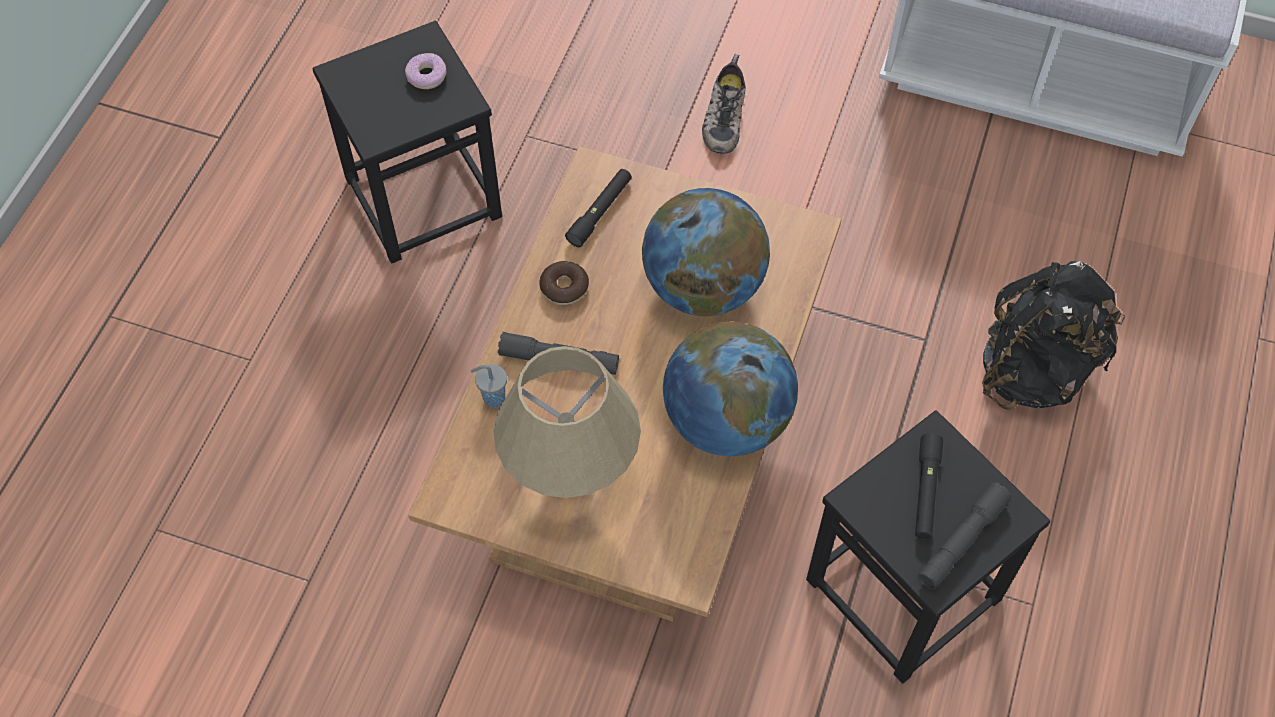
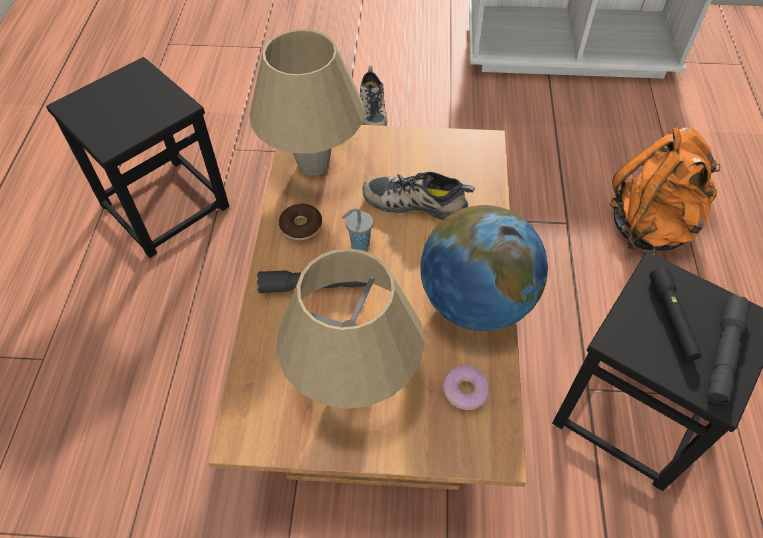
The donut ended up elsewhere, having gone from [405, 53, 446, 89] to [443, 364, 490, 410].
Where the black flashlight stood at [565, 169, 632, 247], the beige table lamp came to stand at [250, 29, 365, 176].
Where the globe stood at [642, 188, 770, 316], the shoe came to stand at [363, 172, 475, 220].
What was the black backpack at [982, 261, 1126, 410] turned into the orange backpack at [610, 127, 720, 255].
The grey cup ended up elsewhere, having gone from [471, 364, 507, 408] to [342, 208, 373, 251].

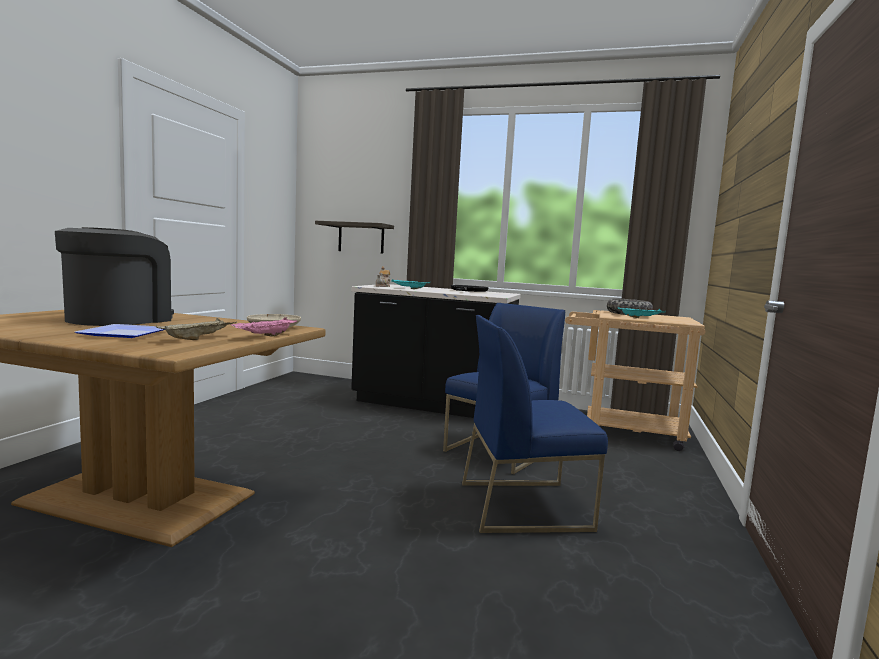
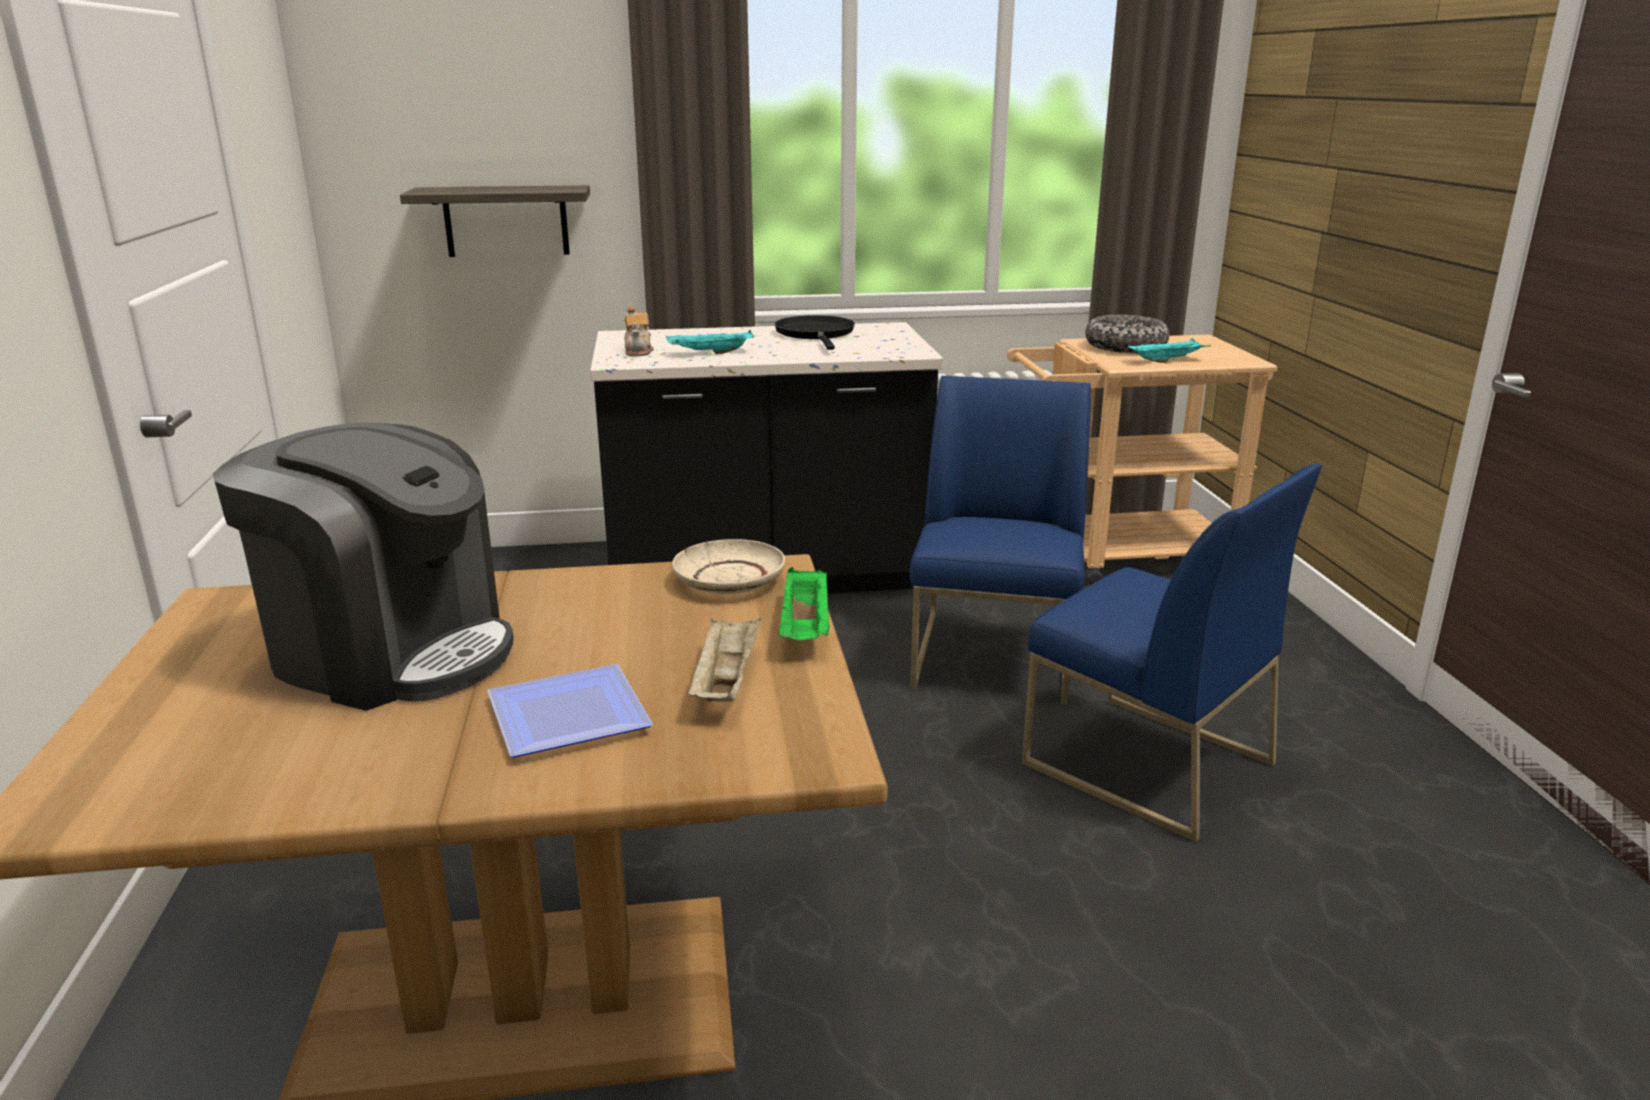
The coffee machine at [55, 227, 174, 326] ended up facing another way, 120 degrees clockwise from before.
The blue chair at [462, 315, 608, 533] ended up facing another way, 105 degrees counterclockwise from before.
What was the pink tray at [231, 317, 297, 337] turned into the green tray at [779, 567, 830, 640].

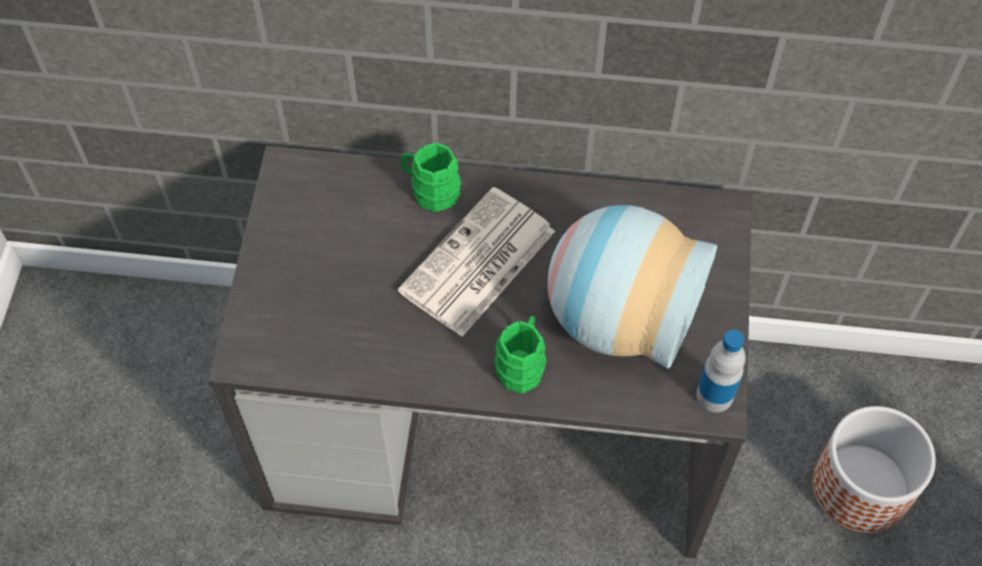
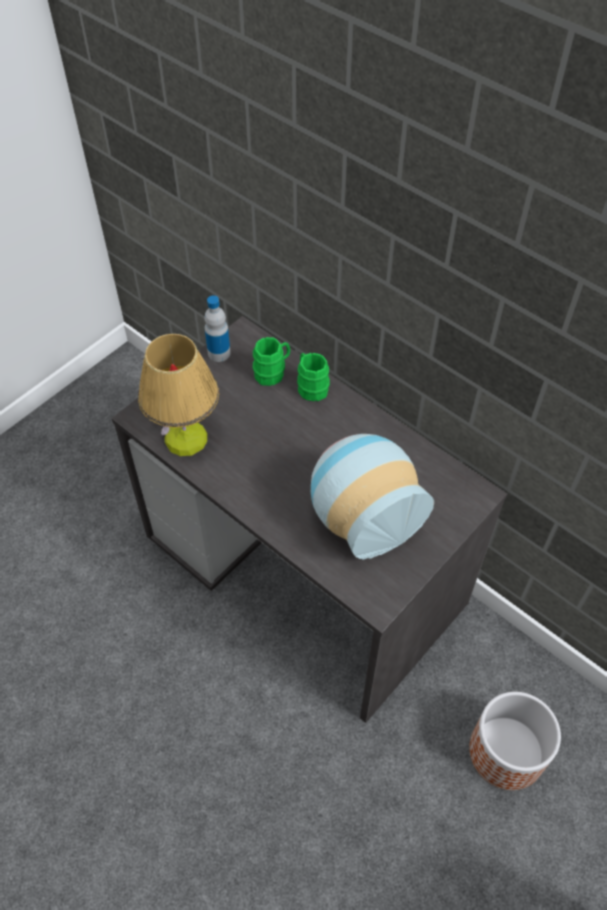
The second view lost the newspaper at [398, 187, 555, 337].
The green mug ended up elsewhere, having gone from [495, 316, 546, 394] to [253, 337, 290, 386].
The bottle ended up elsewhere, having gone from [696, 330, 746, 412] to [204, 295, 231, 362].
The second view gained the table lamp at [138, 334, 219, 456].

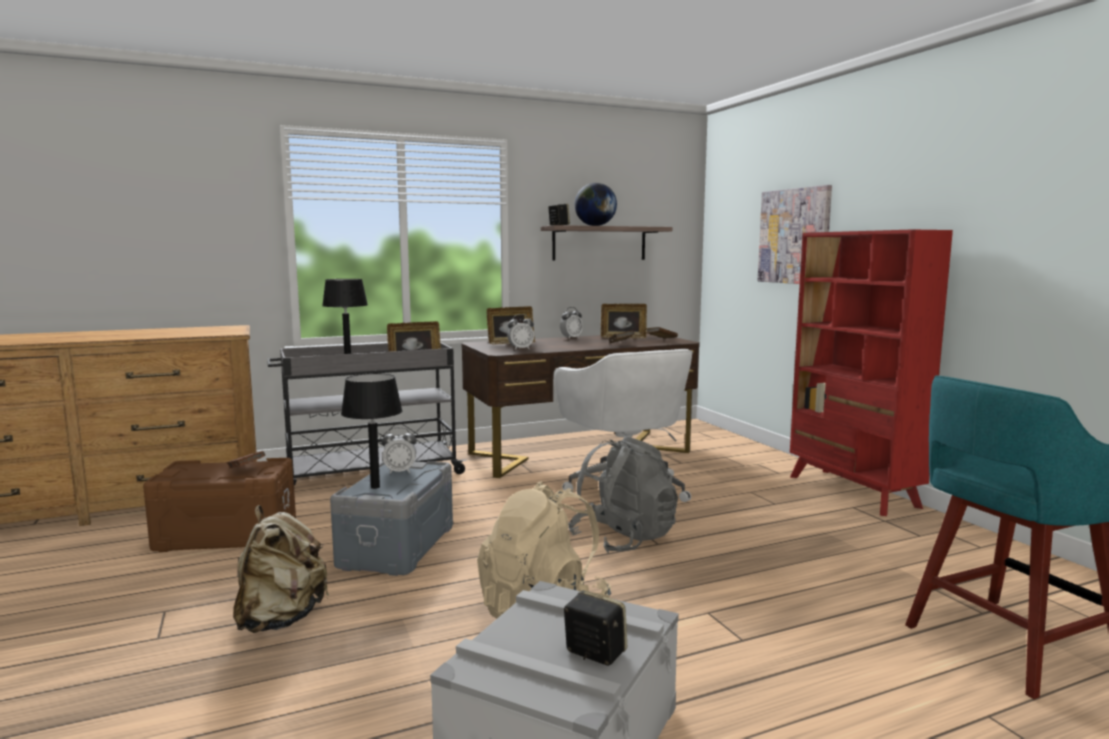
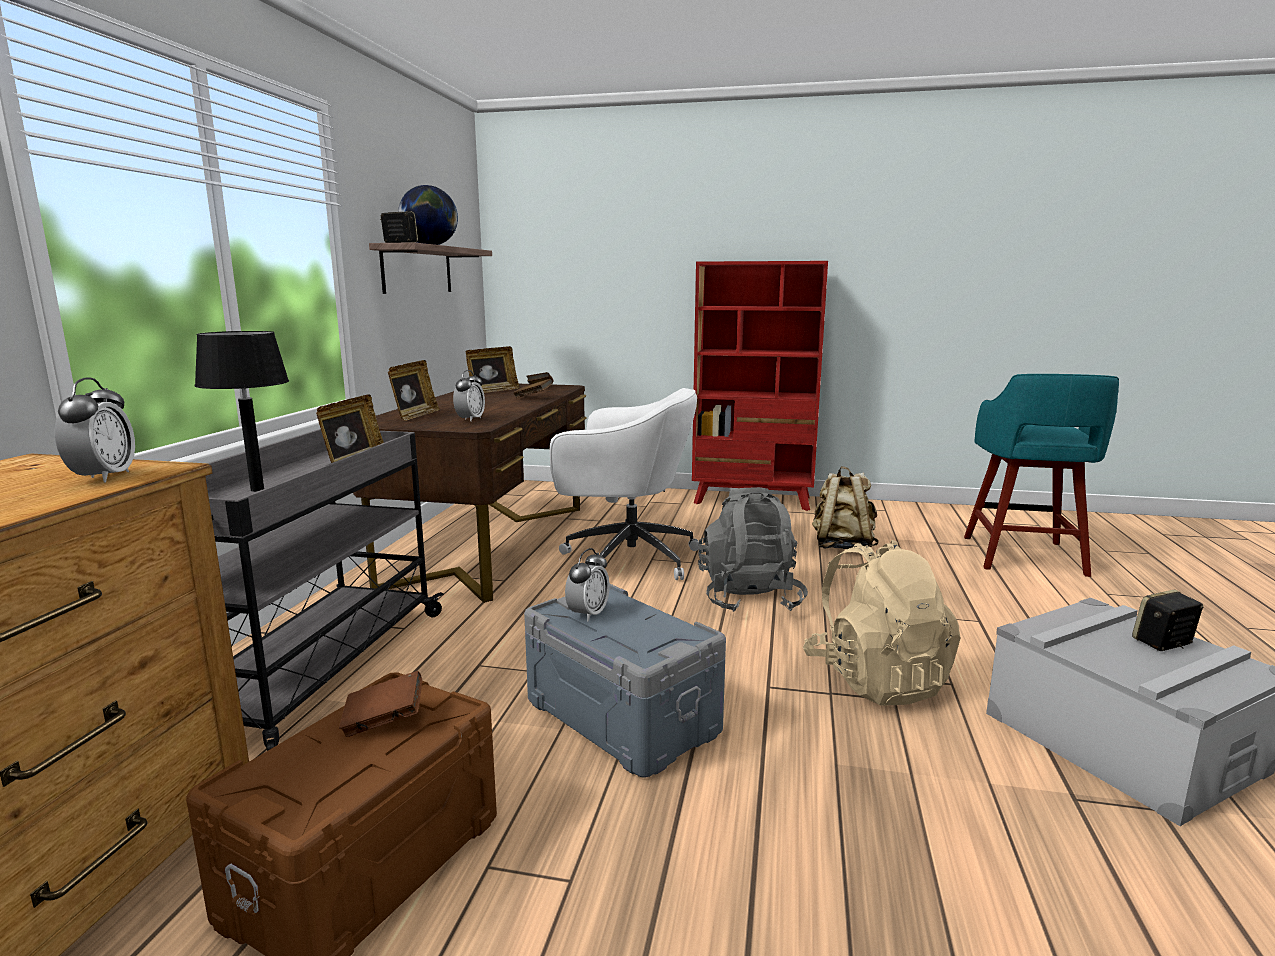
The second view lost the picture at [758, 185, 832, 284].
The alarm clock ended up elsewhere, having gone from [560, 307, 583, 339] to [55, 377, 135, 483].
The second view lost the black table lamp at [341, 373, 402, 489].
The beige backpack ended up elsewhere, having gone from [233, 505, 329, 633] to [812, 466, 879, 549].

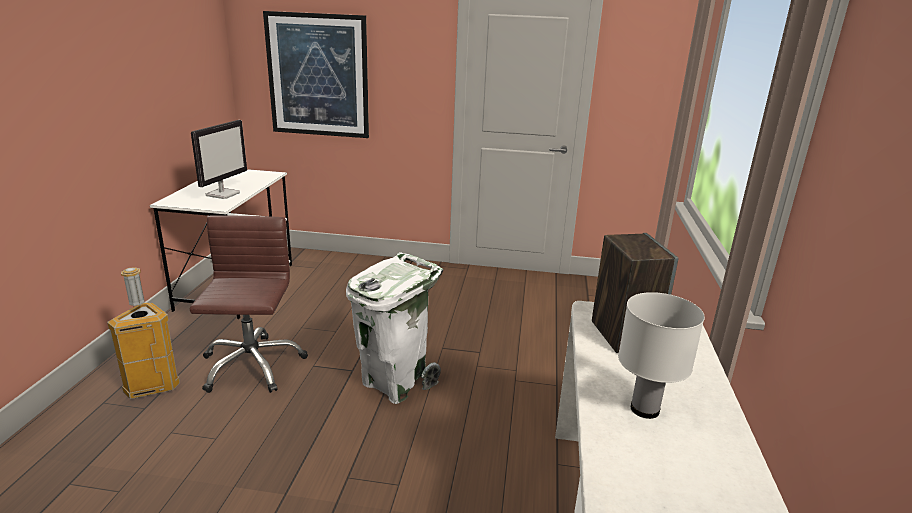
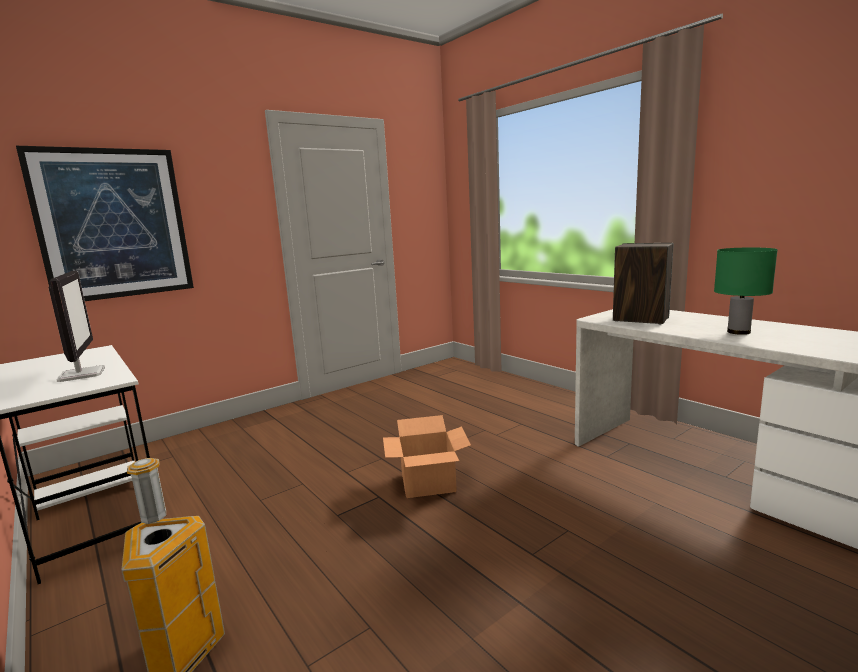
The second view lost the brown office chair at [190, 215, 308, 393].
Where the white trash can stood at [346, 253, 443, 404], the cardboard box came to stand at [383, 415, 471, 498].
What was the white table lamp at [618, 292, 705, 419] turned into the green table lamp at [714, 248, 778, 335].

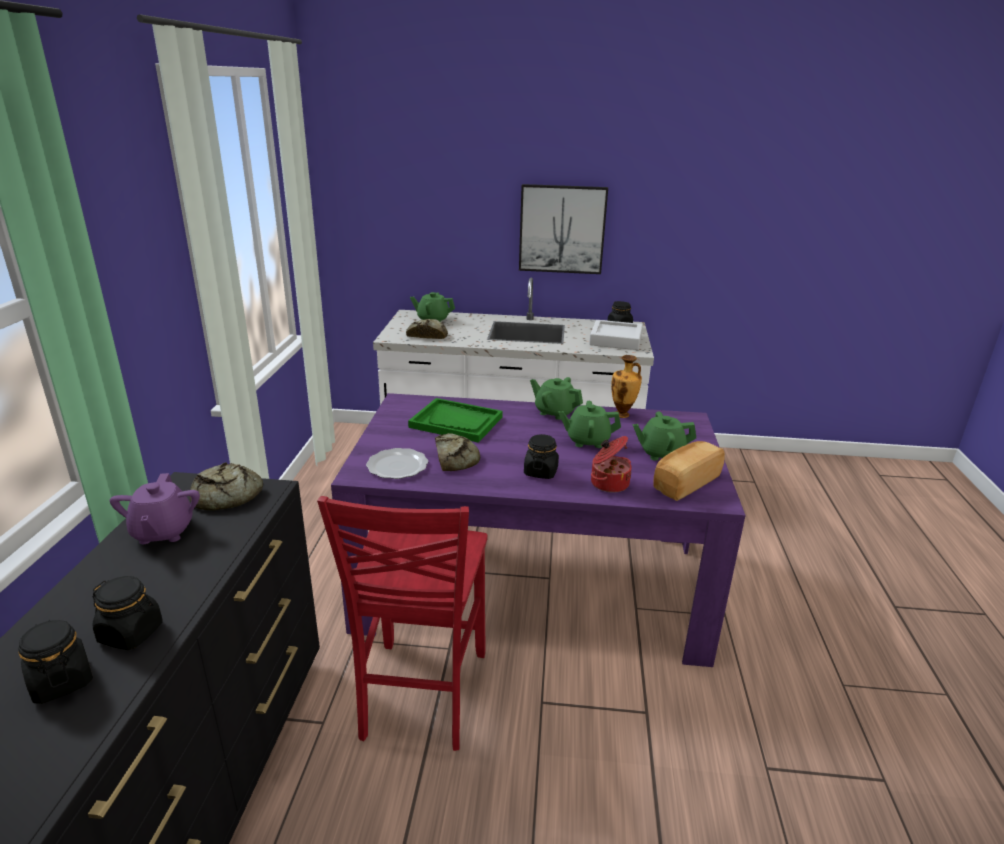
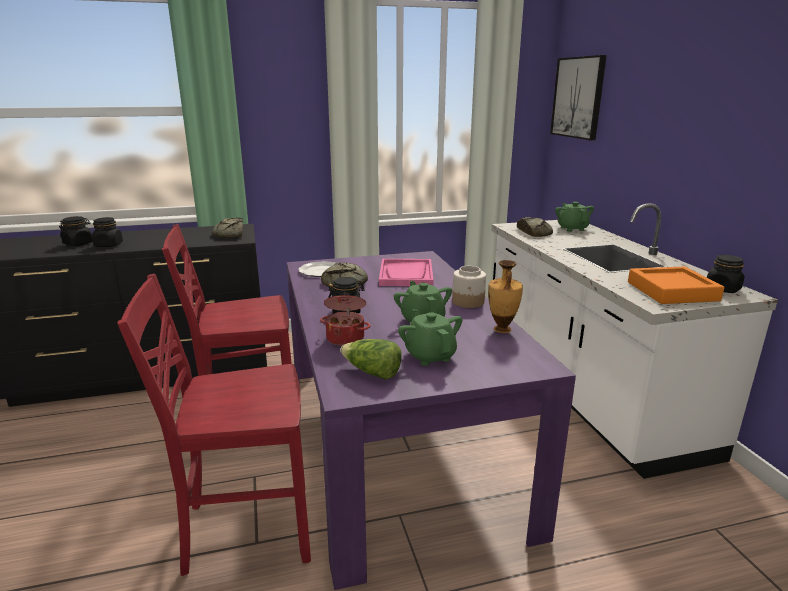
The picture ended up elsewhere, having gone from [519, 184, 608, 274] to [550, 55, 607, 140].
What was the grey tray at [589, 320, 643, 350] turned into the orange tray at [628, 266, 724, 304].
Where the green teapot stood at [530, 377, 583, 420], the jar came to stand at [452, 266, 486, 308].
What was the green tray at [408, 398, 503, 443] turned into the pink tray at [379, 259, 433, 286].
Where the bread stood at [653, 441, 725, 501], the lettuce came to stand at [340, 339, 402, 380].
The second view lost the purple teapot at [110, 473, 200, 544].
The second view gained the red chair at [118, 274, 311, 576].

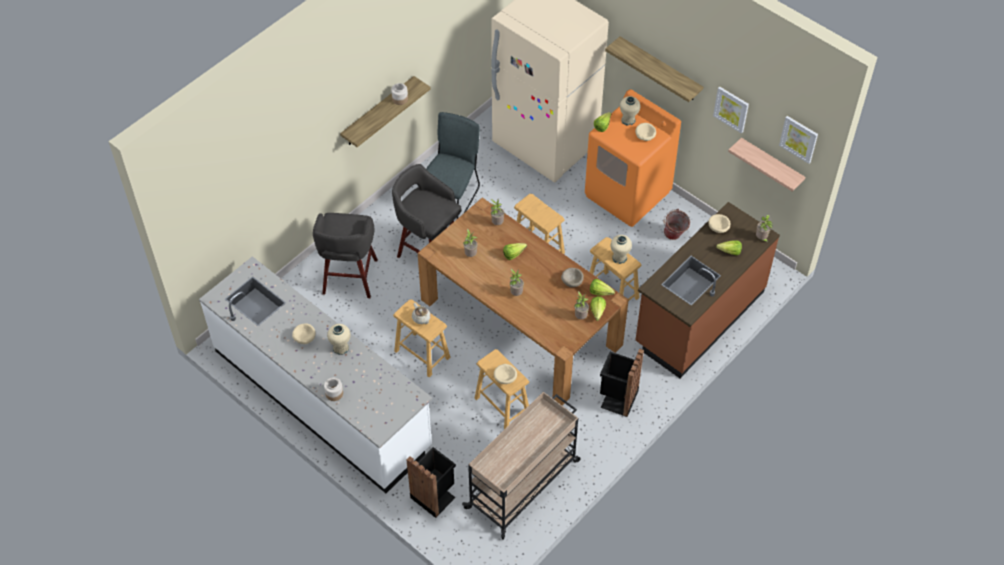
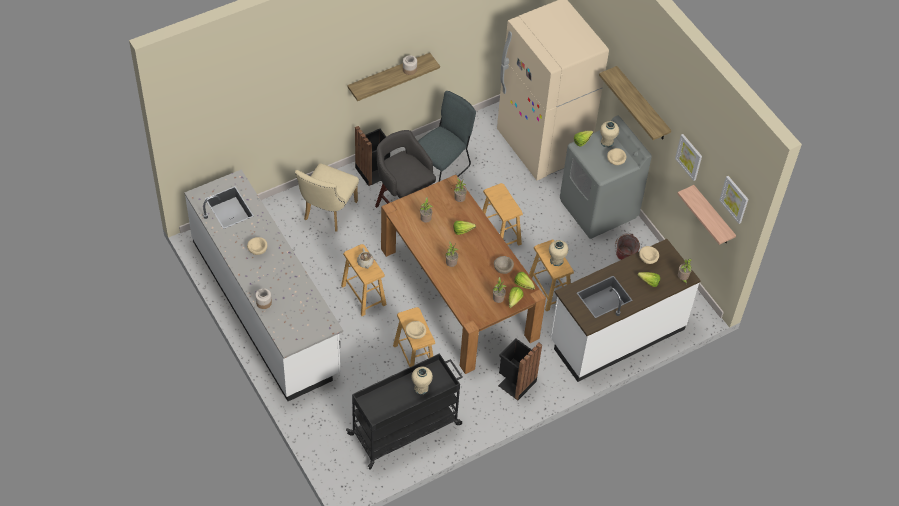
What was the orange washing machine at [585, 89, 681, 227] turned into the grey washing machine at [560, 115, 652, 239].
What was the brown counter at [636, 202, 780, 378] turned into the white counter at [550, 239, 701, 382].
Where the grey stool stood at [313, 213, 378, 298], the beige chair came to stand at [295, 163, 359, 232].
The beige vase ended up elsewhere, having gone from [327, 324, 351, 355] to [412, 367, 433, 394].
What was the beige cart at [462, 392, 581, 539] turned into the black cart at [346, 353, 463, 470].
The black trash can ended up elsewhere, having gone from [406, 447, 456, 518] to [355, 126, 390, 186].

